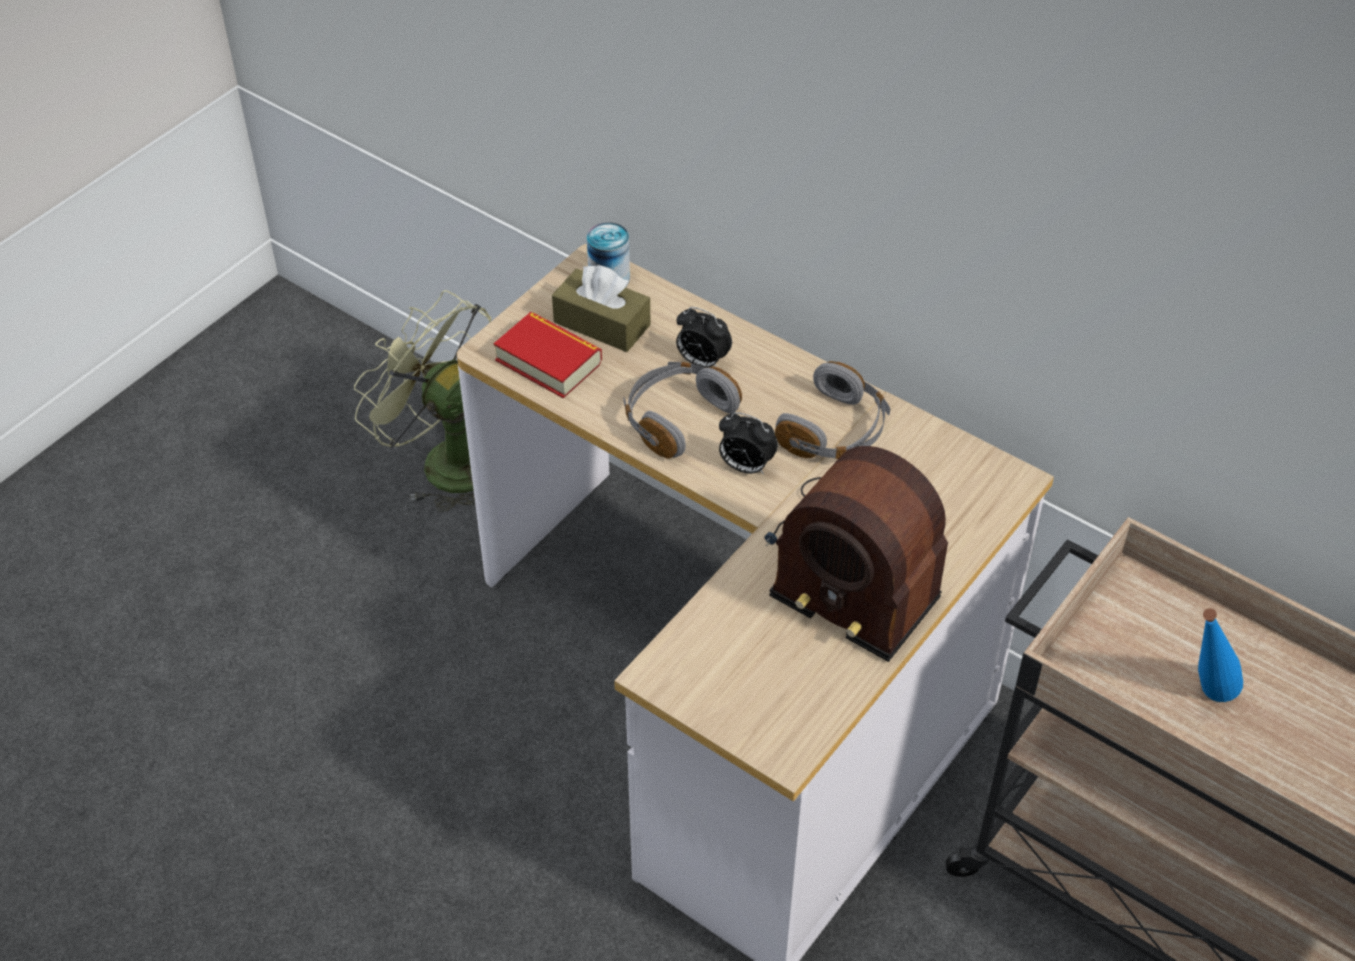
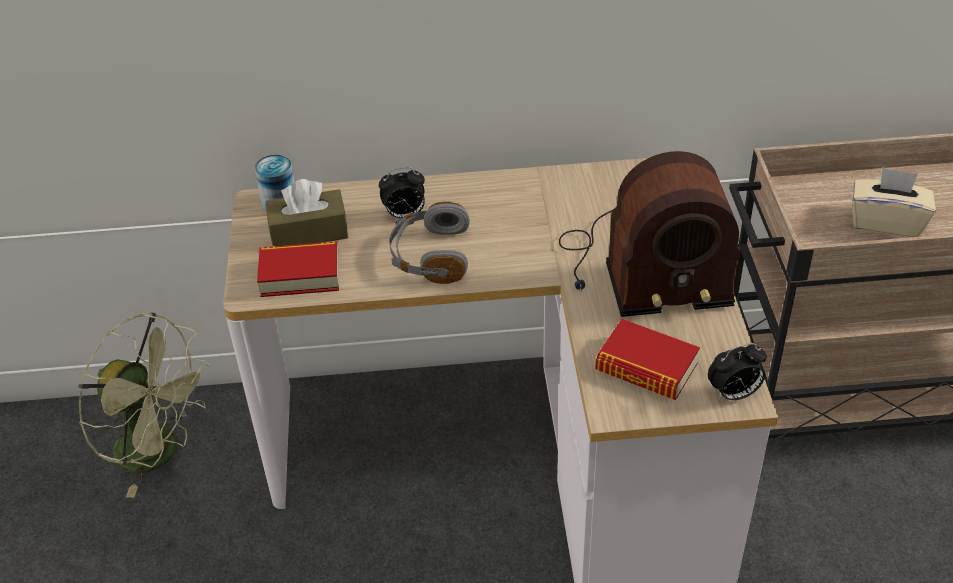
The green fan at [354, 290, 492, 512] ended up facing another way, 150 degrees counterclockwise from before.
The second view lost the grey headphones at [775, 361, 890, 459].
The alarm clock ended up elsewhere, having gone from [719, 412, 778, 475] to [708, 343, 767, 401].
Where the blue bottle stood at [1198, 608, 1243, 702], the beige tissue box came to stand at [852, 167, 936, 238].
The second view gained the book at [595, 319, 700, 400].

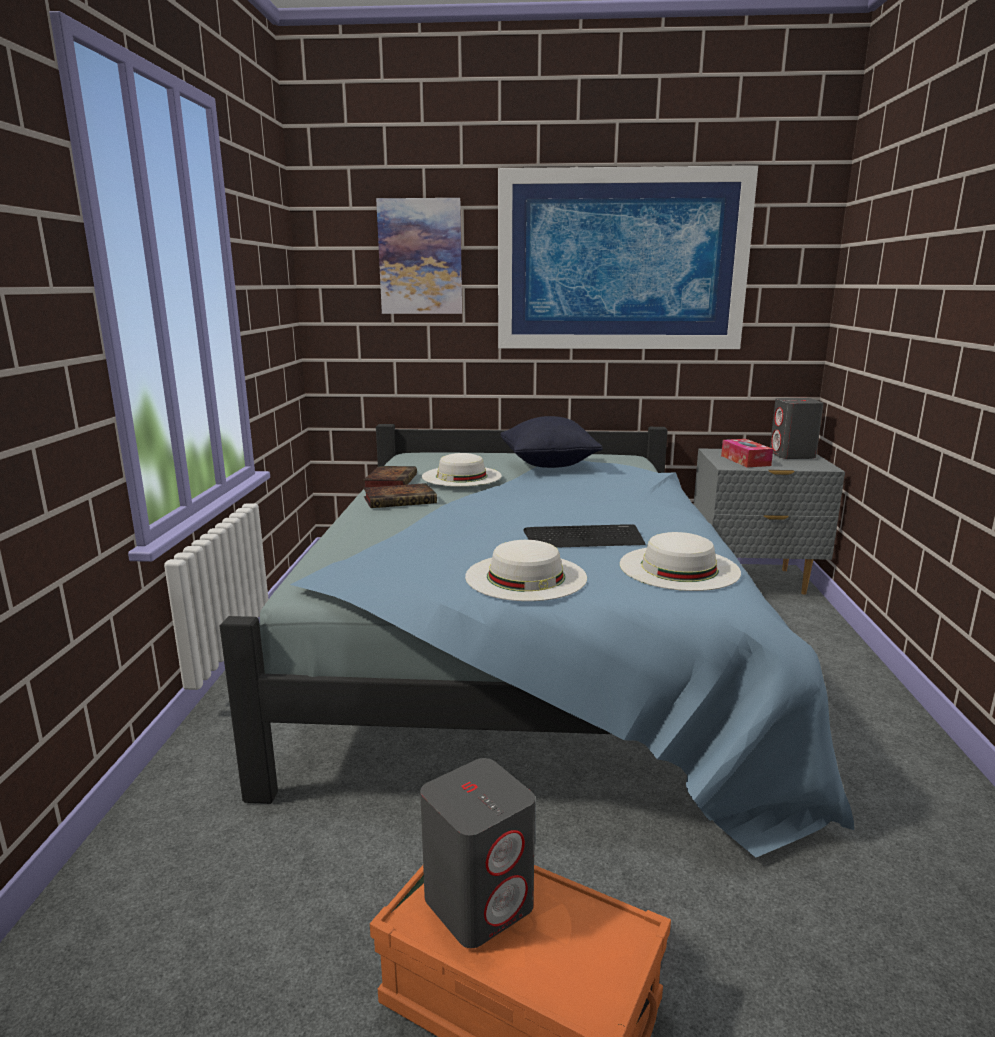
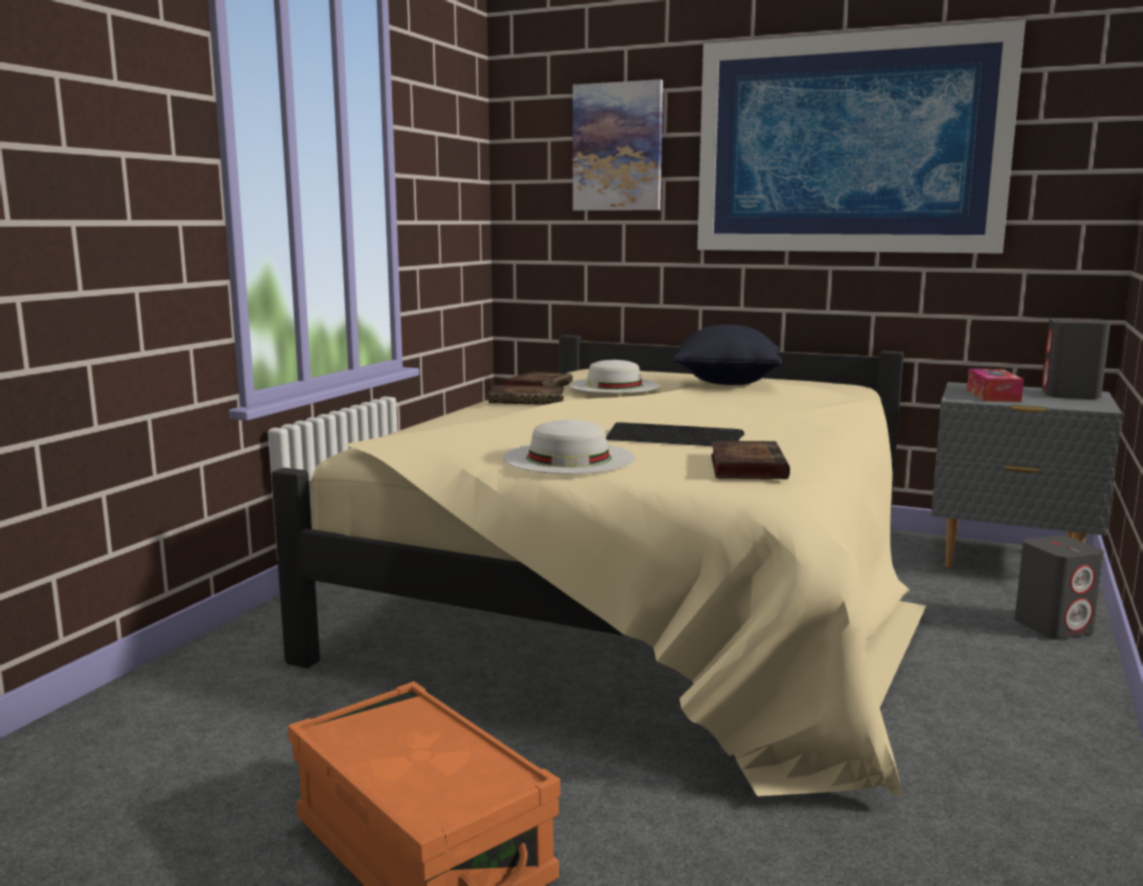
What was the blue bed at [220, 424, 854, 857] turned into the beige bed at [271, 335, 926, 798].
Where the white hat stood at [620, 532, 741, 591], the book came to stand at [711, 441, 790, 479].
The grey speaker ended up elsewhere, having gone from [420, 758, 535, 948] to [1015, 535, 1104, 639].

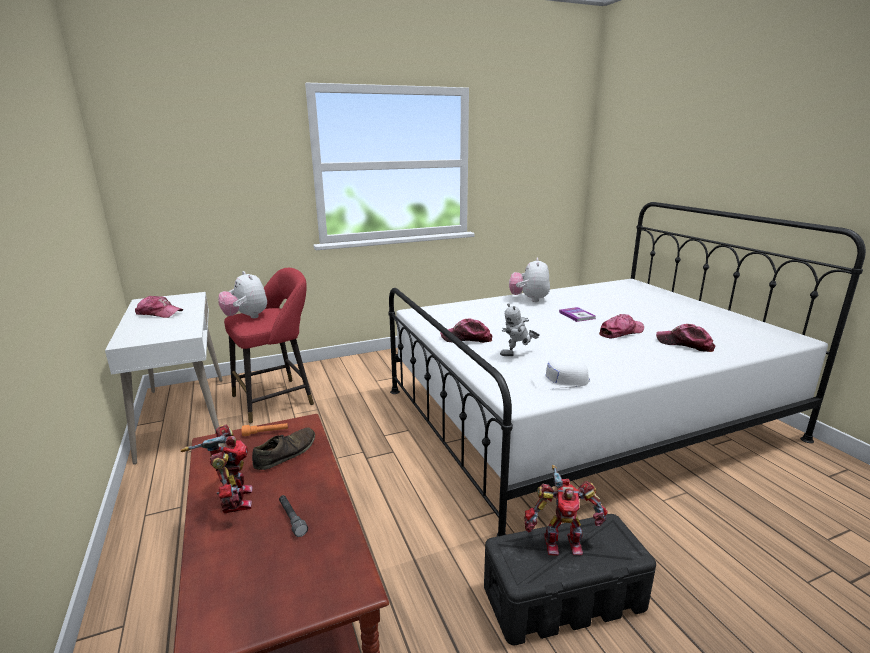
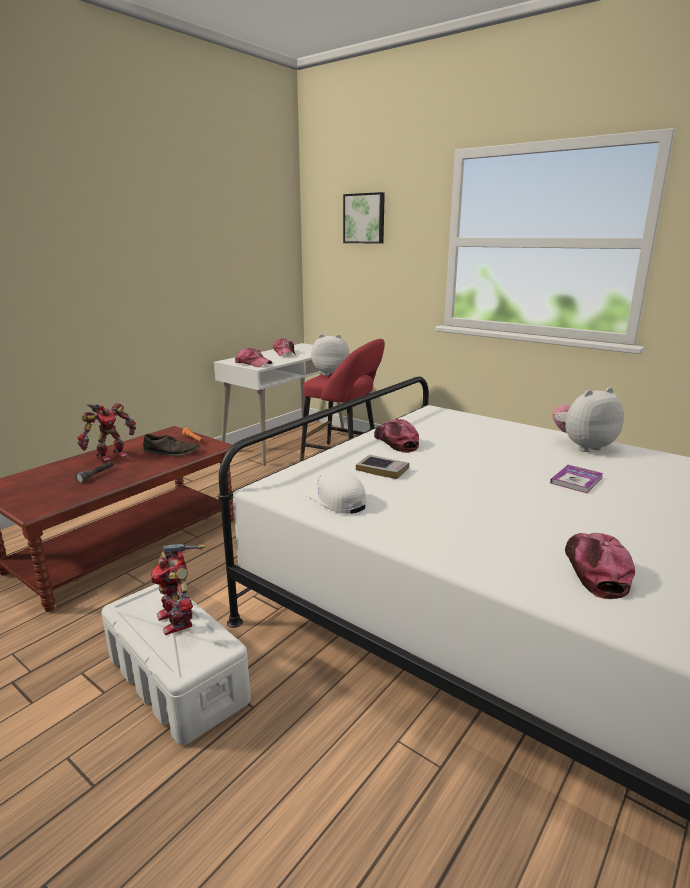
The plush toy at [218, 271, 267, 318] ended up facing another way, 75 degrees clockwise from before.
Where the toy robot stood at [500, 303, 540, 356], the book came to stand at [356, 455, 409, 479].
The cap ended up elsewhere, having gone from [599, 314, 644, 338] to [235, 347, 272, 367].
What was the black storage box at [484, 514, 656, 645] turned into the white storage box at [102, 584, 251, 745].
The second view gained the picture at [343, 192, 385, 244].

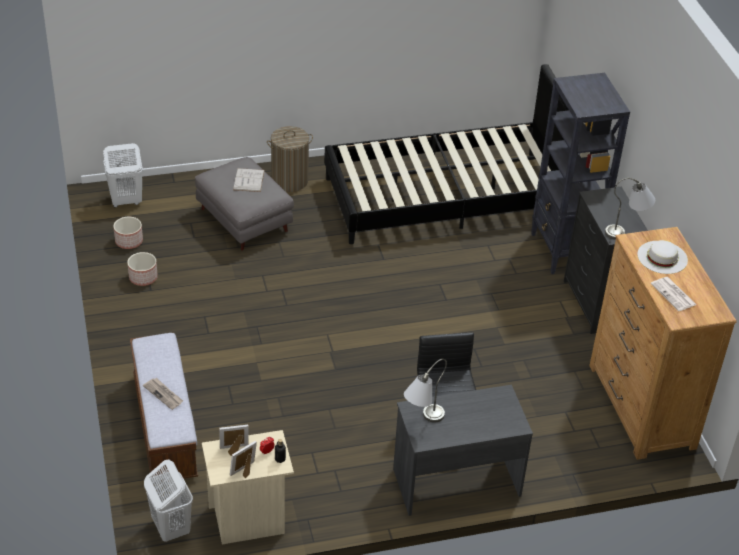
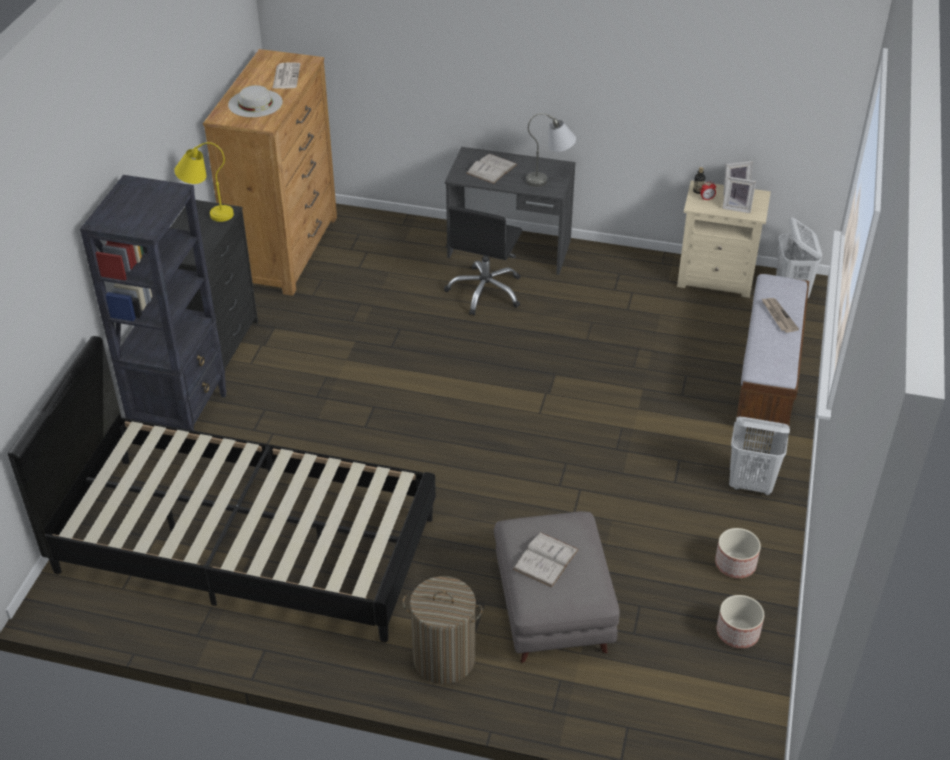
The white laundry basket ended up elsewhere, having gone from [103, 143, 143, 207] to [729, 417, 790, 495].
What was the grey table lamp at [605, 178, 655, 240] turned into the yellow table lamp at [174, 142, 234, 222].
The second view gained the white book at [466, 154, 517, 184].

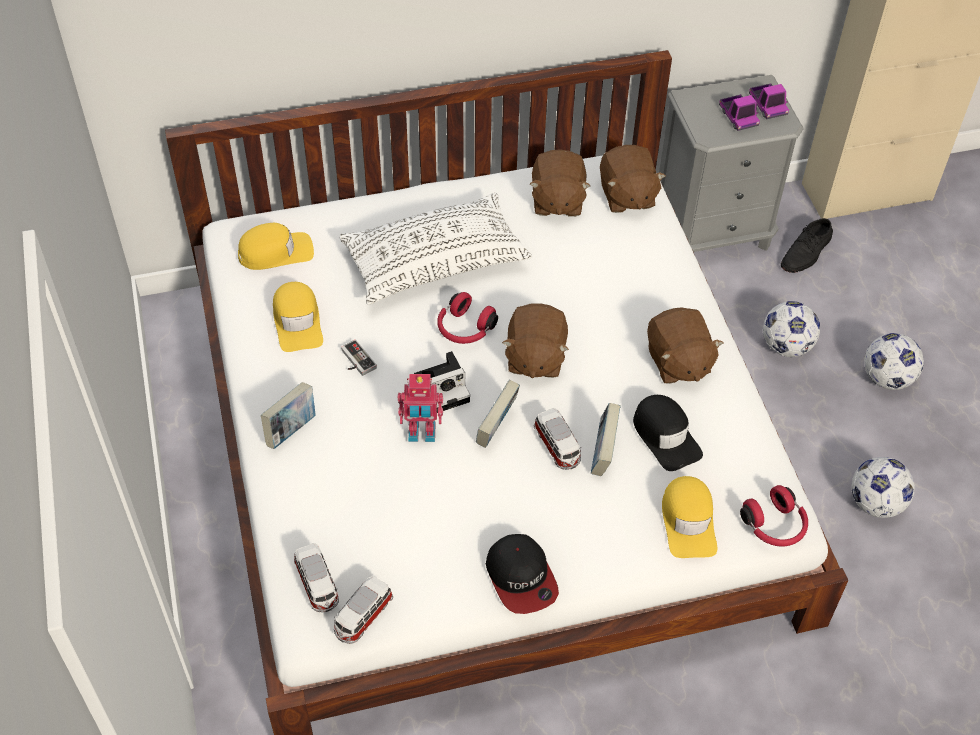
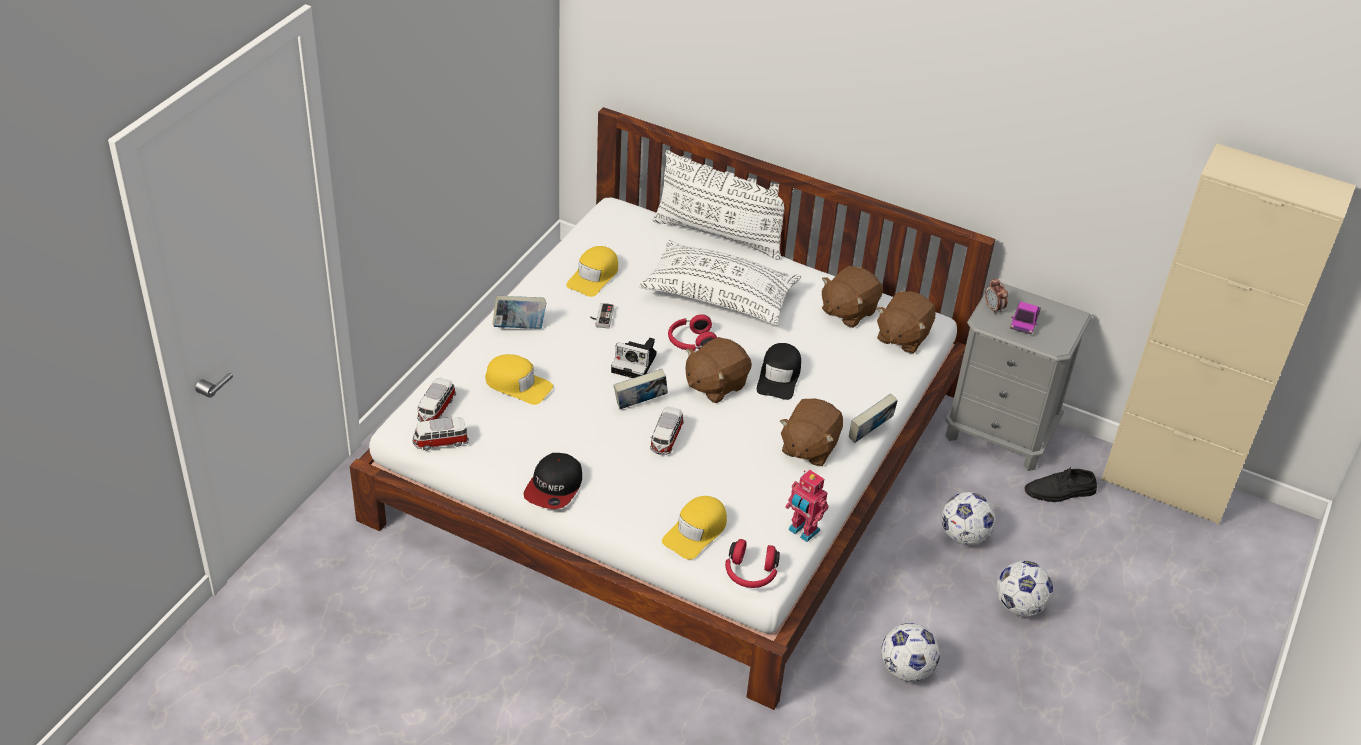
The second view lost the toy truck at [749, 84, 789, 119].
The yellow cap ended up elsewhere, having gone from [238, 223, 314, 270] to [485, 354, 553, 405].
The toy robot ended up elsewhere, having gone from [398, 374, 443, 442] to [785, 470, 829, 542].
The black cap ended up elsewhere, having gone from [633, 395, 703, 471] to [757, 343, 801, 400].
The book ended up elsewhere, having gone from [591, 403, 621, 476] to [849, 393, 898, 443].
The second view gained the white pillow at [653, 150, 795, 260].
The second view gained the alarm clock at [985, 278, 1008, 314].

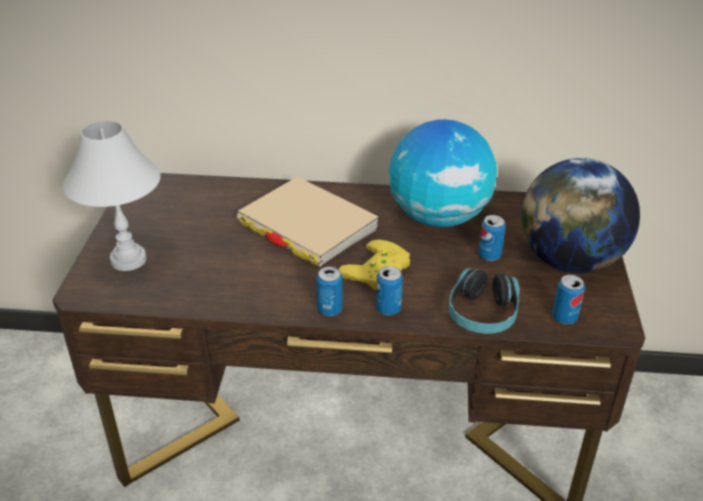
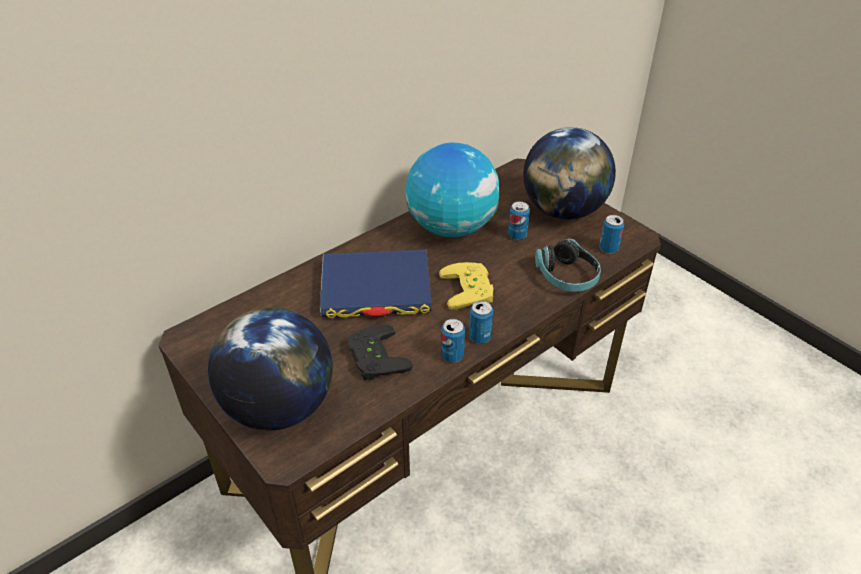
Where the white table lamp stood at [63, 121, 161, 271], the globe came to stand at [208, 307, 333, 430].
What was the beige book at [237, 176, 379, 267] turned into the blue book at [320, 249, 432, 318].
The can ended up elsewhere, having gone from [376, 266, 403, 315] to [441, 319, 465, 363].
The second view gained the black game controller at [348, 325, 413, 381].

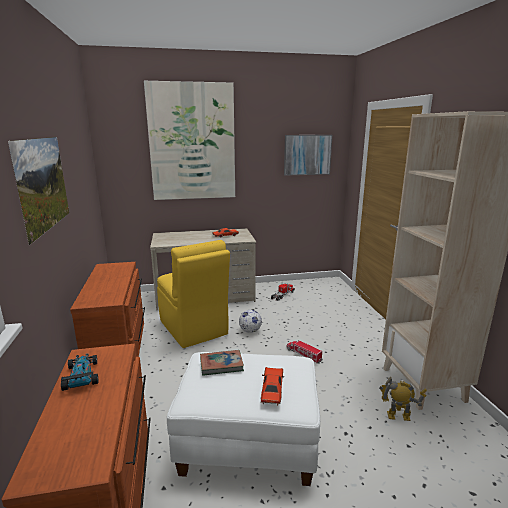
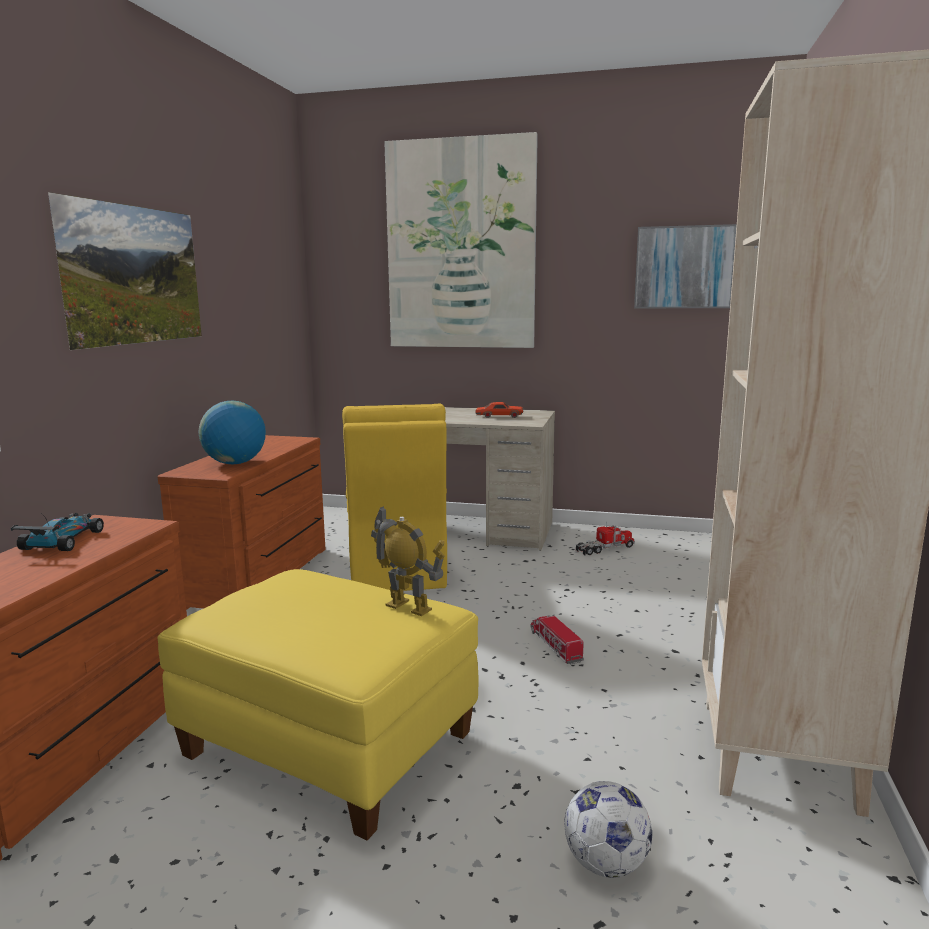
The football ended up elsewhere, having gone from [239, 310, 262, 333] to [564, 781, 652, 878].
The second view lost the book at [200, 350, 244, 376].
What was the white ottoman at [167, 352, 320, 486] turned into the yellow ottoman at [158, 569, 479, 840].
The second view lost the red toy car at [261, 367, 285, 406].
The toy robot ended up elsewhere, having gone from [379, 376, 427, 421] to [371, 506, 445, 616].
The second view gained the globe at [198, 400, 266, 464].

